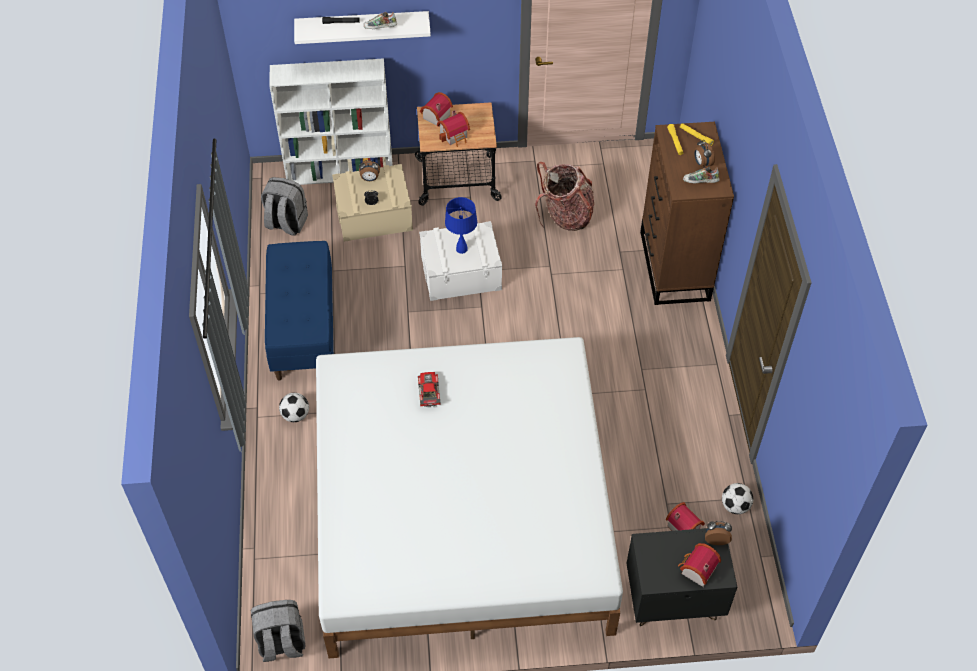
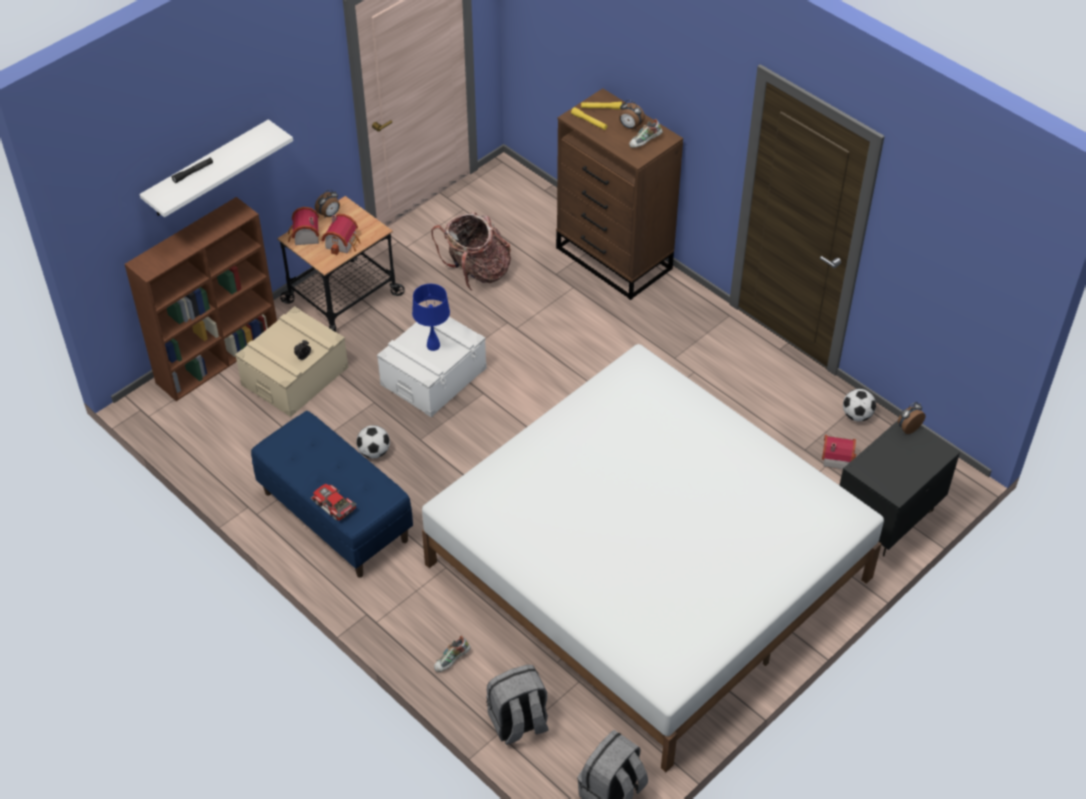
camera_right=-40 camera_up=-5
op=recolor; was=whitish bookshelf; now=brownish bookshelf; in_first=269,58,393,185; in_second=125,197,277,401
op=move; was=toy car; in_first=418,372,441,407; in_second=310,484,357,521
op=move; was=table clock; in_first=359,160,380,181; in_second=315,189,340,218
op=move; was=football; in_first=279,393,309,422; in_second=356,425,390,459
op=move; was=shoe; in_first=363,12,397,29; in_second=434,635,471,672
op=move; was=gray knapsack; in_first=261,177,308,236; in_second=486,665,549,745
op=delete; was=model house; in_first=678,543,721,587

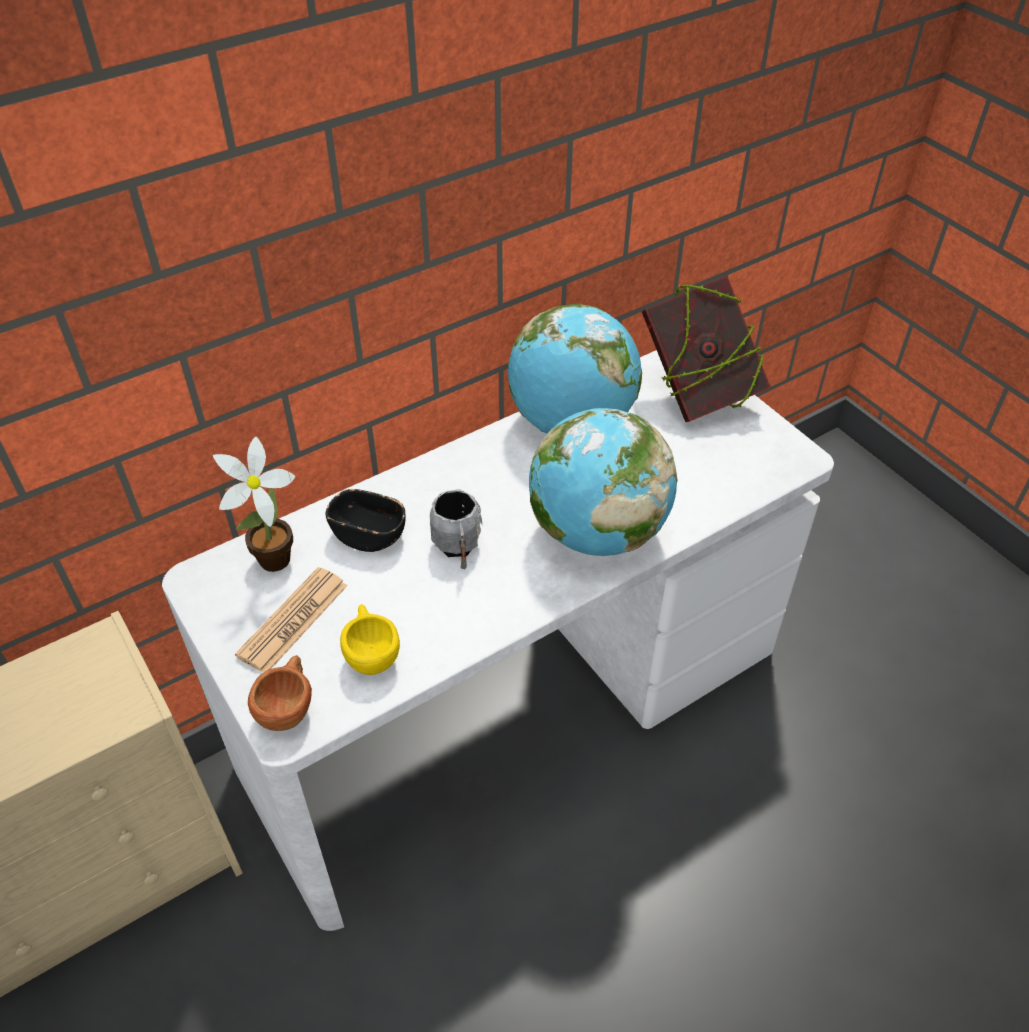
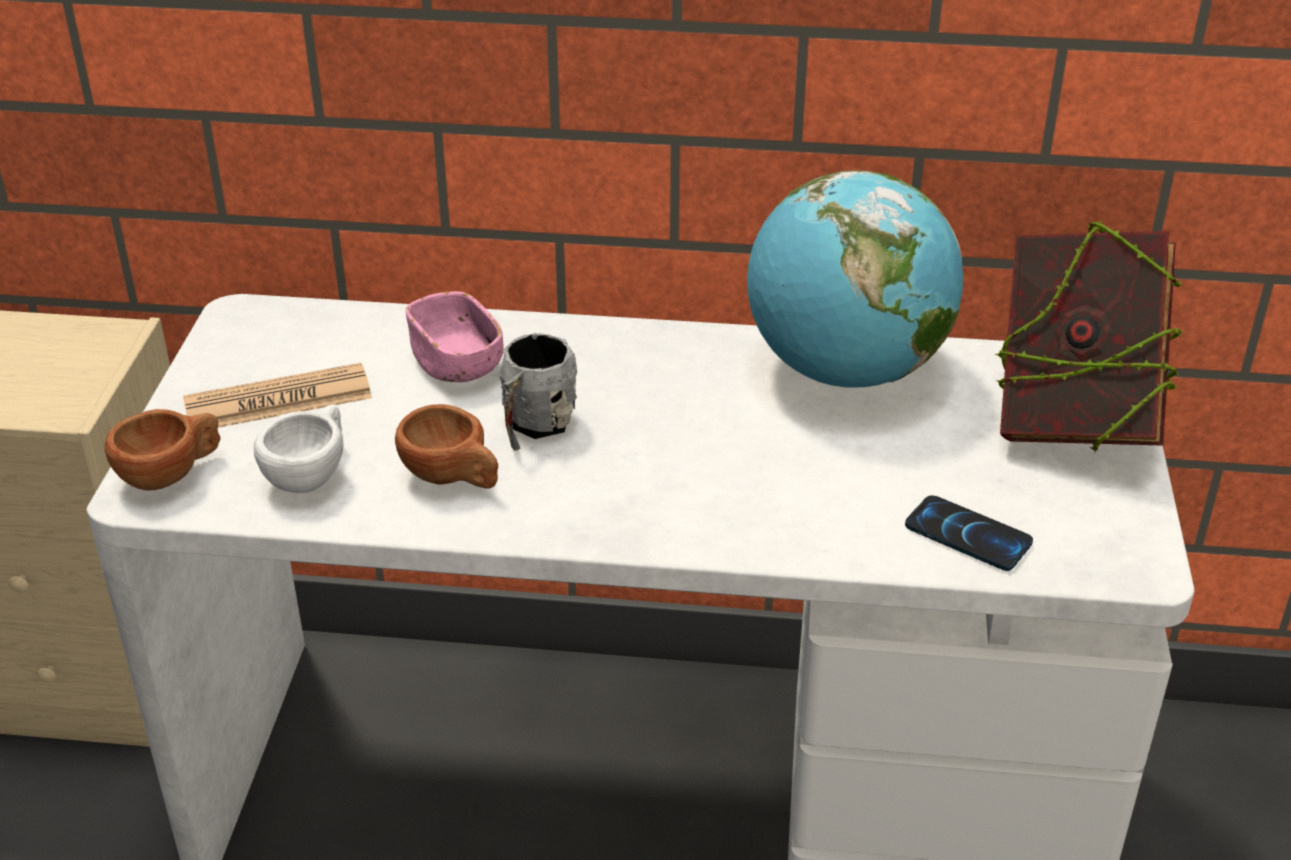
camera_right=40 camera_up=-10
op=recolor; was=yellow-coloured drinking cup; now=whitish drinking cup; in_first=340,604,400,675; in_second=254,404,344,493
op=insert; now=brownish drinking cup; in_second=395,404,498,489
op=recolor; was=black-coloured bowl; now=pink-coloured bowl; in_first=325,489,405,552; in_second=406,291,504,382
op=insert; now=phone; in_second=905,495,1033,571
op=delete; was=plant in a pot; in_first=213,437,295,572
op=delete; was=globe; in_first=529,408,677,556

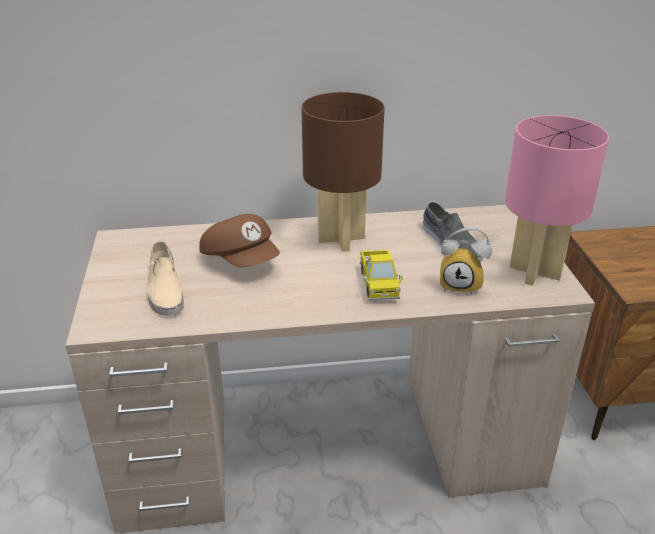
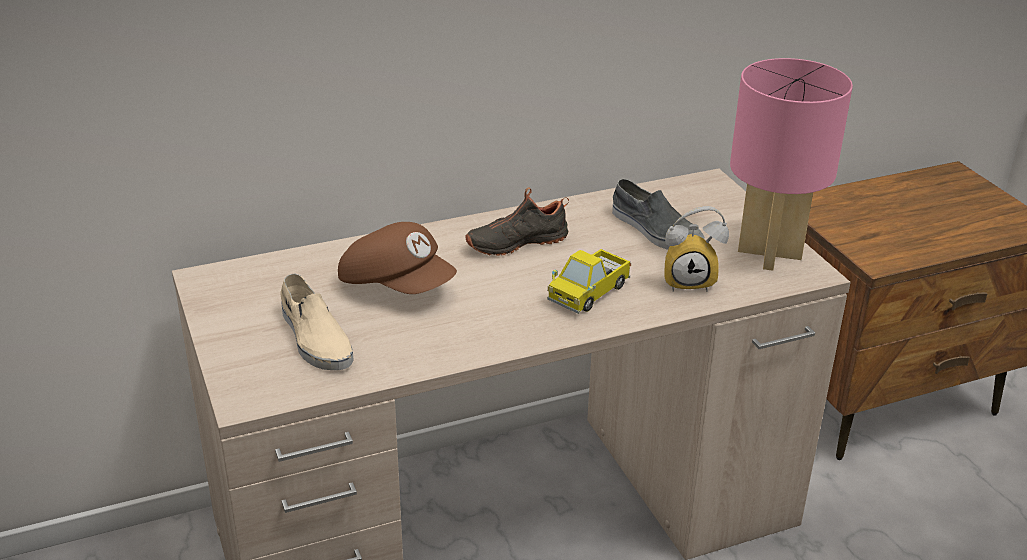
camera_right=-15 camera_up=0
op=replace; was=brownish tabletop lamp; now=black-coloured shoe; in_first=302,92,385,252; in_second=465,187,569,256
op=rotate; was=model truck; in_first=360,250,403,301; in_second=547,249,631,314; clockwise=60

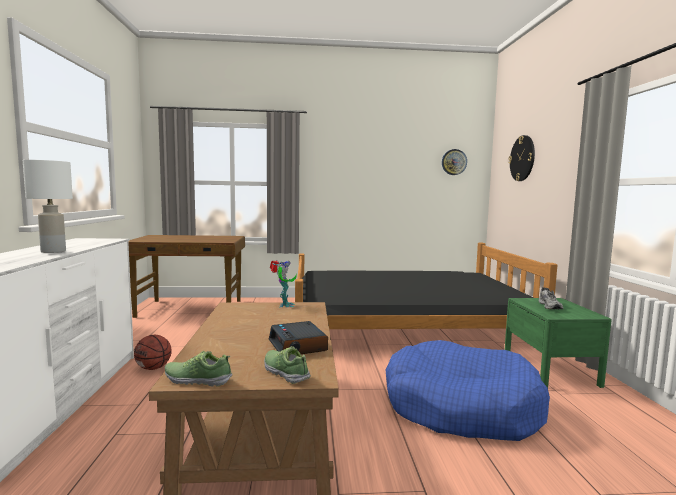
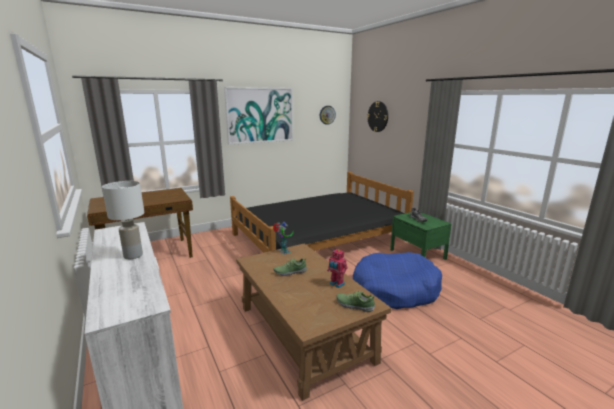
camera_right=-25 camera_up=10
op=insert; now=wall art; in_second=224,87,294,145
op=move; was=shoe; in_first=165,351,232,387; in_second=273,258,307,276
op=replace; was=table clock; now=toy robot; in_first=269,321,328,354; in_second=327,249,348,288
op=delete; was=basketball; in_first=134,335,172,370

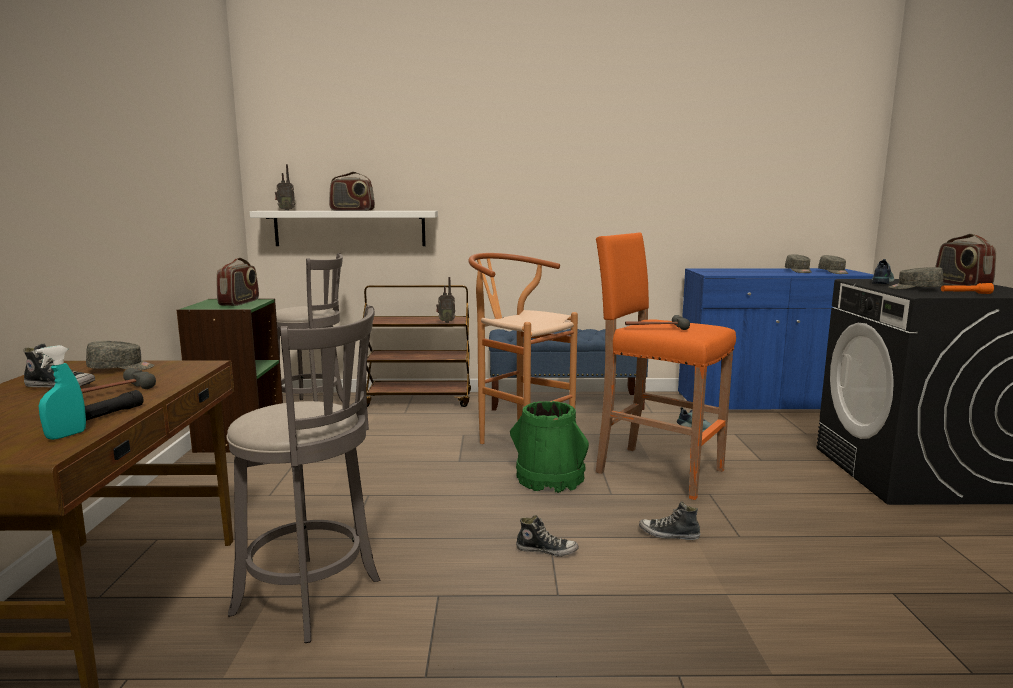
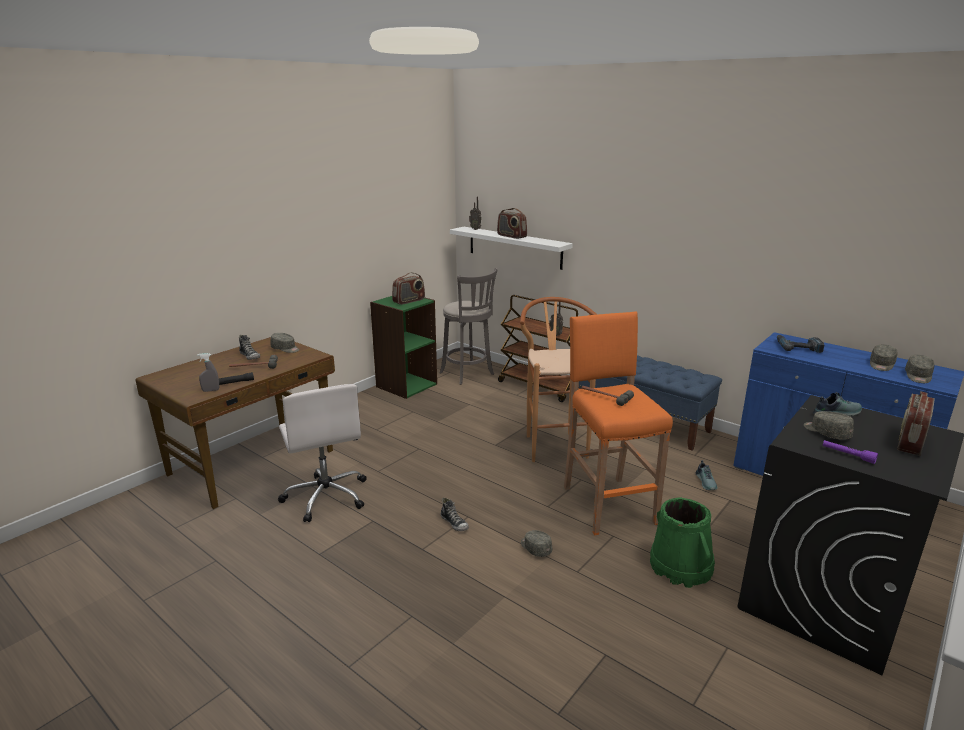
camera_right=40 camera_up=10
op=recolor; was=blue-green hand sprayer; now=gray hand sprayer; in_first=35,345,86,440; in_second=197,353,219,392
op=replace; was=gray sitting stool; now=whitish computer chair; in_first=226,305,380,643; in_second=278,384,366,522
op=replace; was=shoe; now=gray baseball cap; in_first=639,502,700,540; in_second=521,530,552,557
op=move; was=green-coloured water bucket; in_first=510,401,589,493; in_second=650,497,715,588
op=insert; now=electric drill; in_second=777,335,825,353
op=recolor; was=orange torch; now=purplish torch; in_first=941,283,994,294; in_second=823,440,878,464

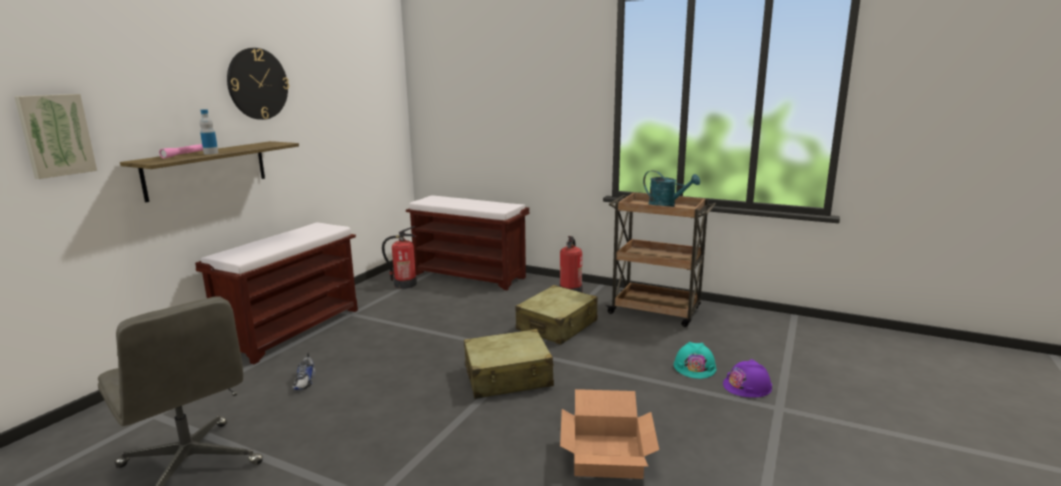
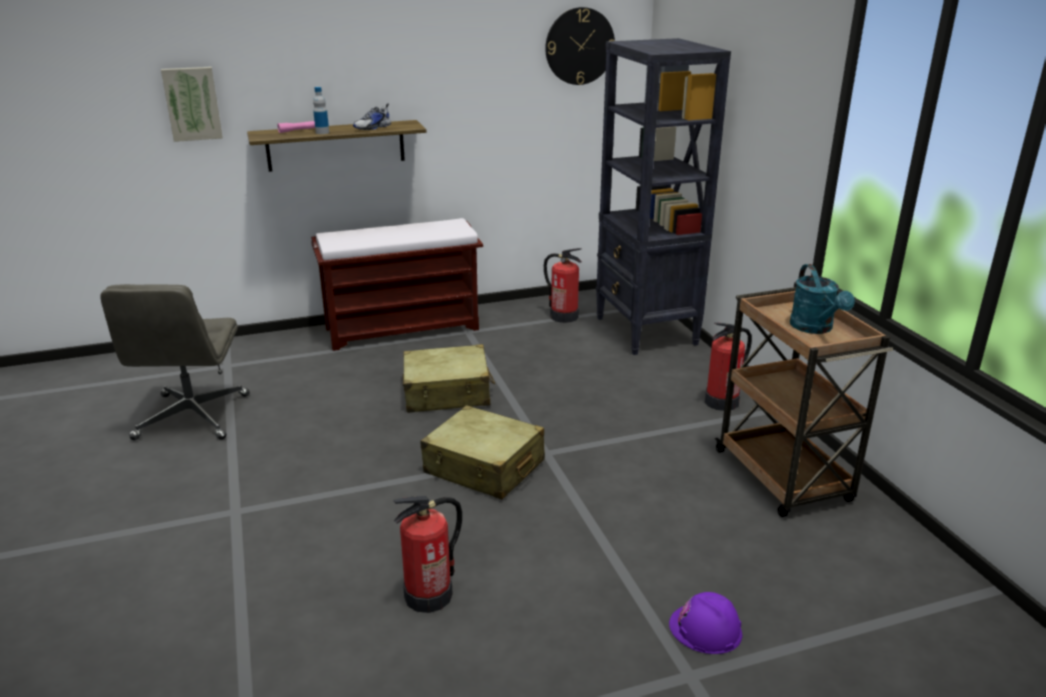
camera_right=45 camera_up=10
op=move; was=shoe; in_first=292,353,316,390; in_second=353,103,391,130
op=replace; was=packing box; now=fire extinguisher; in_first=560,389,659,479; in_second=393,496,462,613
op=move; was=beige suitcase; in_first=515,285,598,345; in_second=403,344,495,413
op=move; was=hanging clock; in_first=227,48,289,120; in_second=545,7,615,85
op=replace; was=brownish bench; now=black-coloured bookshelf; in_first=406,195,530,290; in_second=596,38,731,355
op=delete; was=blue-green hard hat; in_first=674,342,717,379

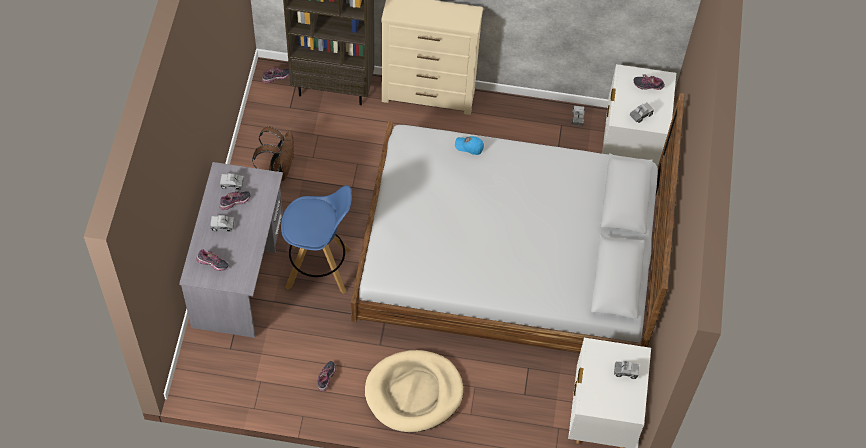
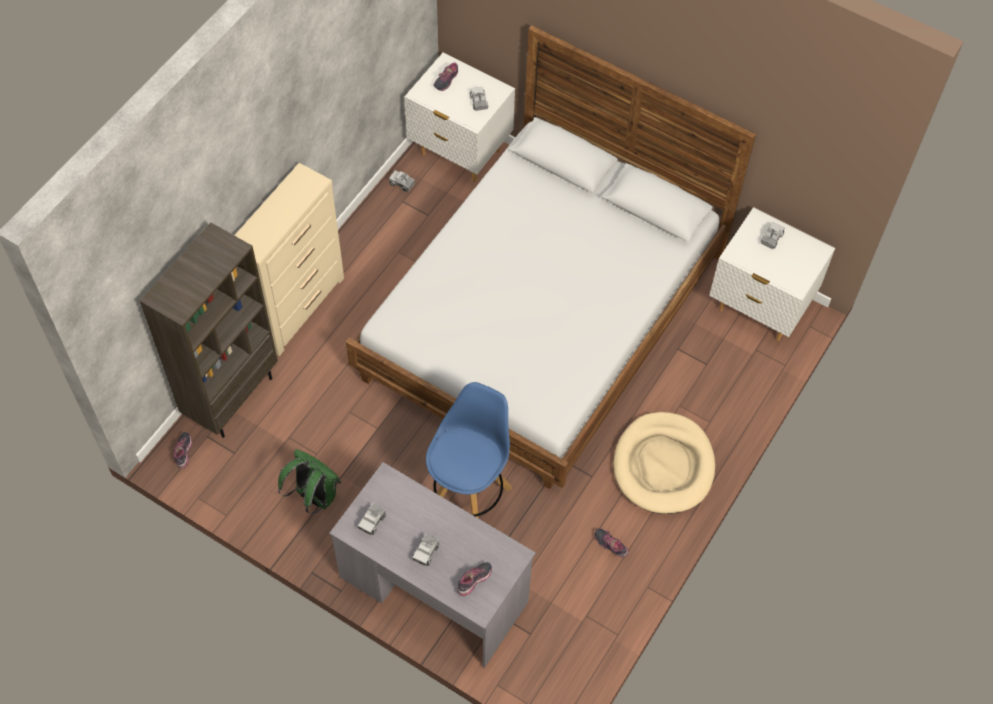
camera_right=-65 camera_up=0
op=recolor; was=brownish knapsack; now=green-coloured knapsack; in_first=252,126,294,181; in_second=278,449,341,514
op=delete; was=shoe; in_first=220,191,250,210
op=delete; was=bluish baseball cap; in_first=455,136,484,155

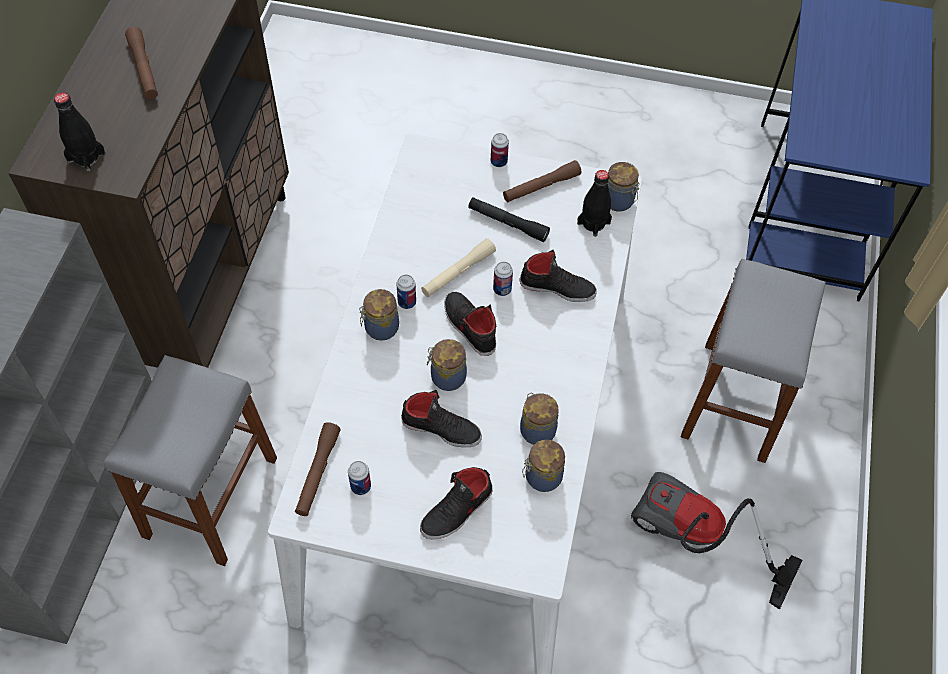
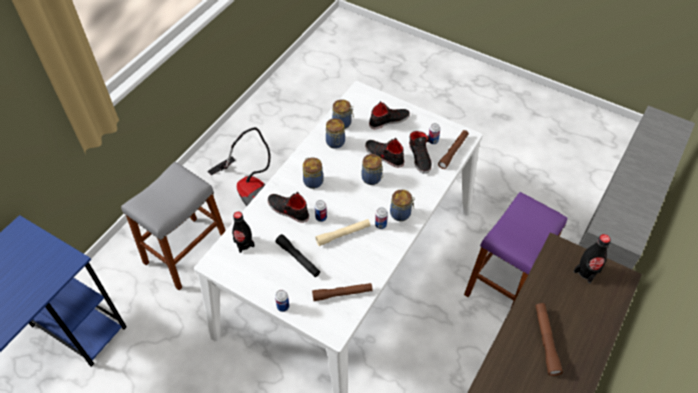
camera_right=-160 camera_up=-5
op=move; was=jar; in_first=608,162,640,211; in_second=303,158,323,189
op=move; was=brownish torch; in_first=503,160,581,202; in_second=312,283,373,301
op=move; was=black-coloured shoe; in_first=445,292,496,356; in_second=409,131,432,174
op=recolor; was=gray sitting stool; now=purplish sitting stool; in_first=104,355,277,566; in_second=464,192,568,307

